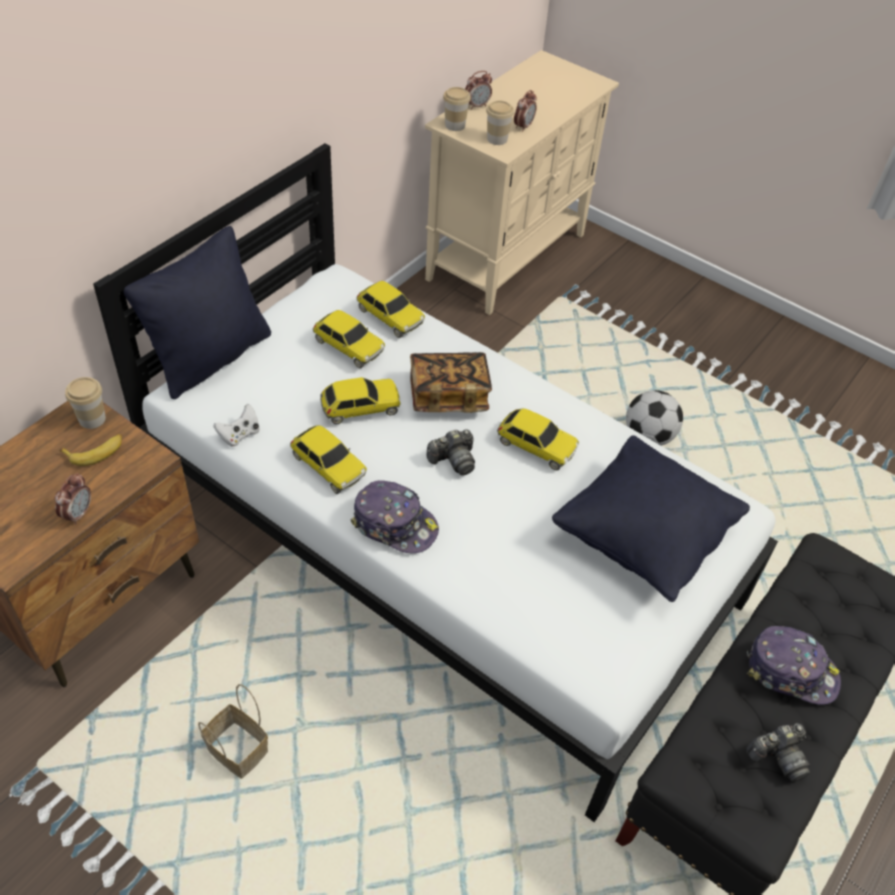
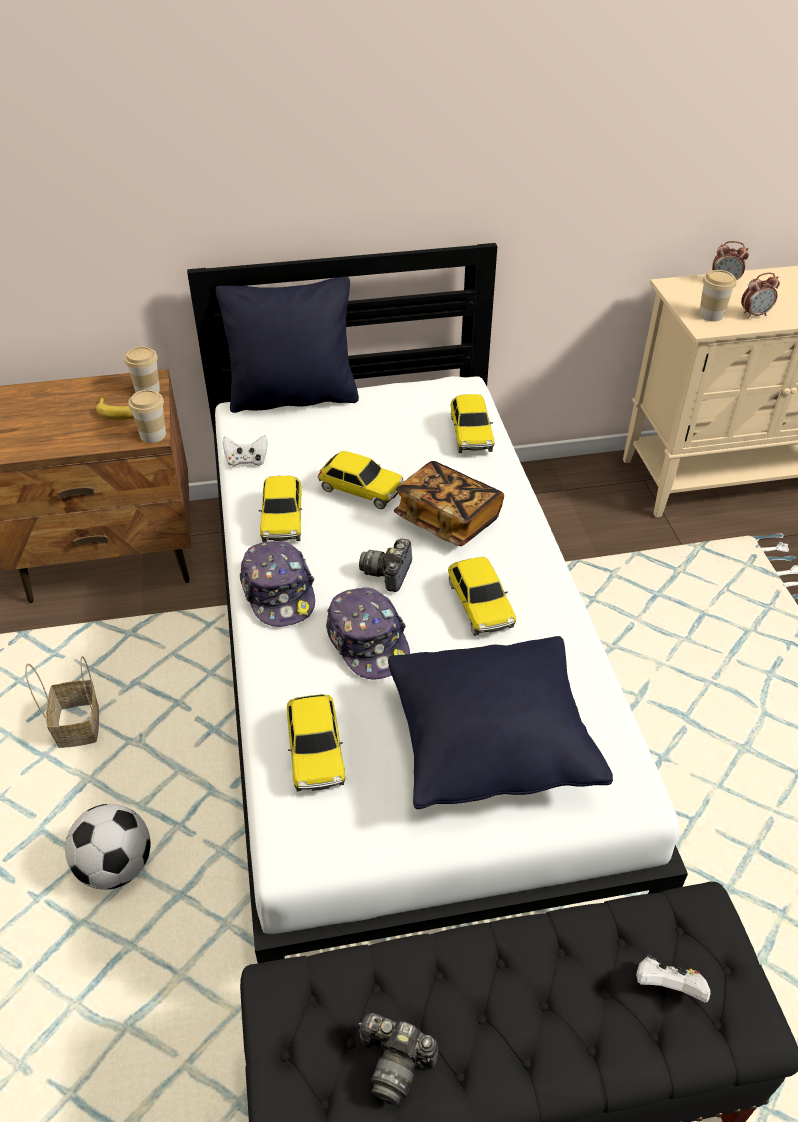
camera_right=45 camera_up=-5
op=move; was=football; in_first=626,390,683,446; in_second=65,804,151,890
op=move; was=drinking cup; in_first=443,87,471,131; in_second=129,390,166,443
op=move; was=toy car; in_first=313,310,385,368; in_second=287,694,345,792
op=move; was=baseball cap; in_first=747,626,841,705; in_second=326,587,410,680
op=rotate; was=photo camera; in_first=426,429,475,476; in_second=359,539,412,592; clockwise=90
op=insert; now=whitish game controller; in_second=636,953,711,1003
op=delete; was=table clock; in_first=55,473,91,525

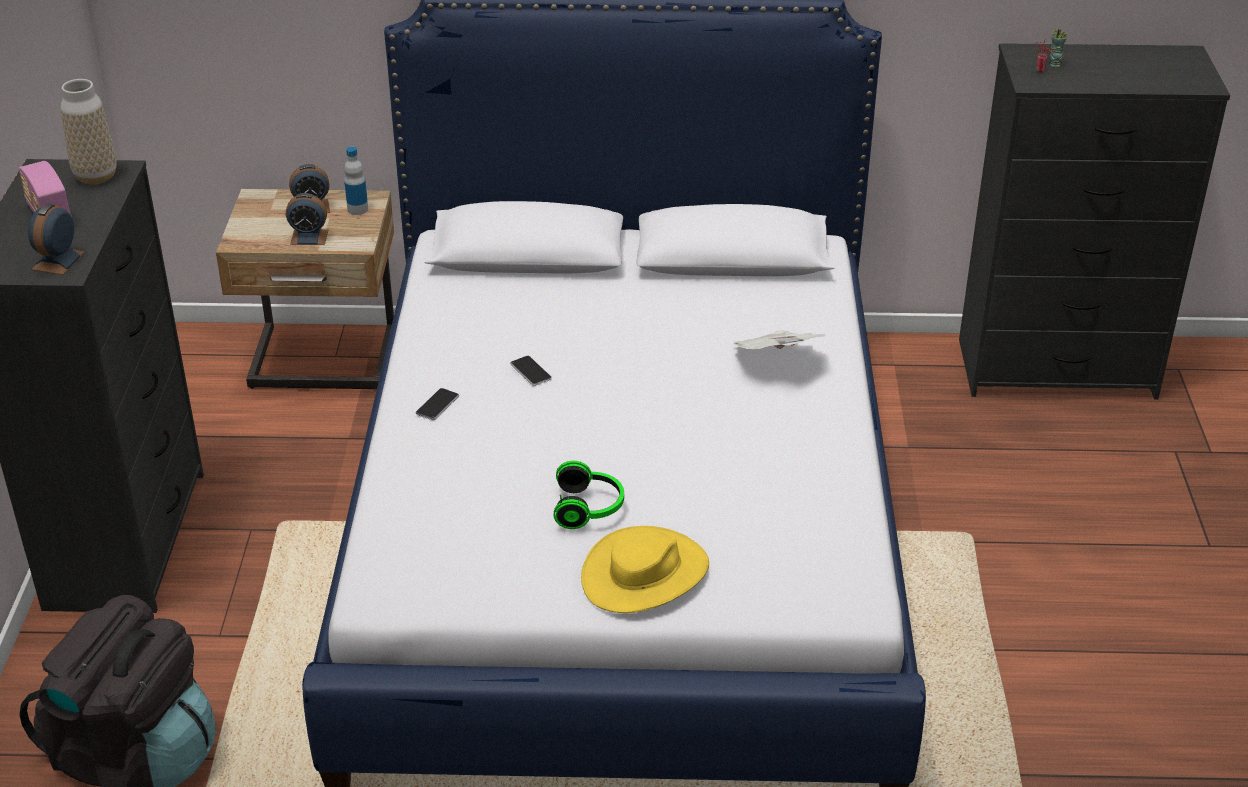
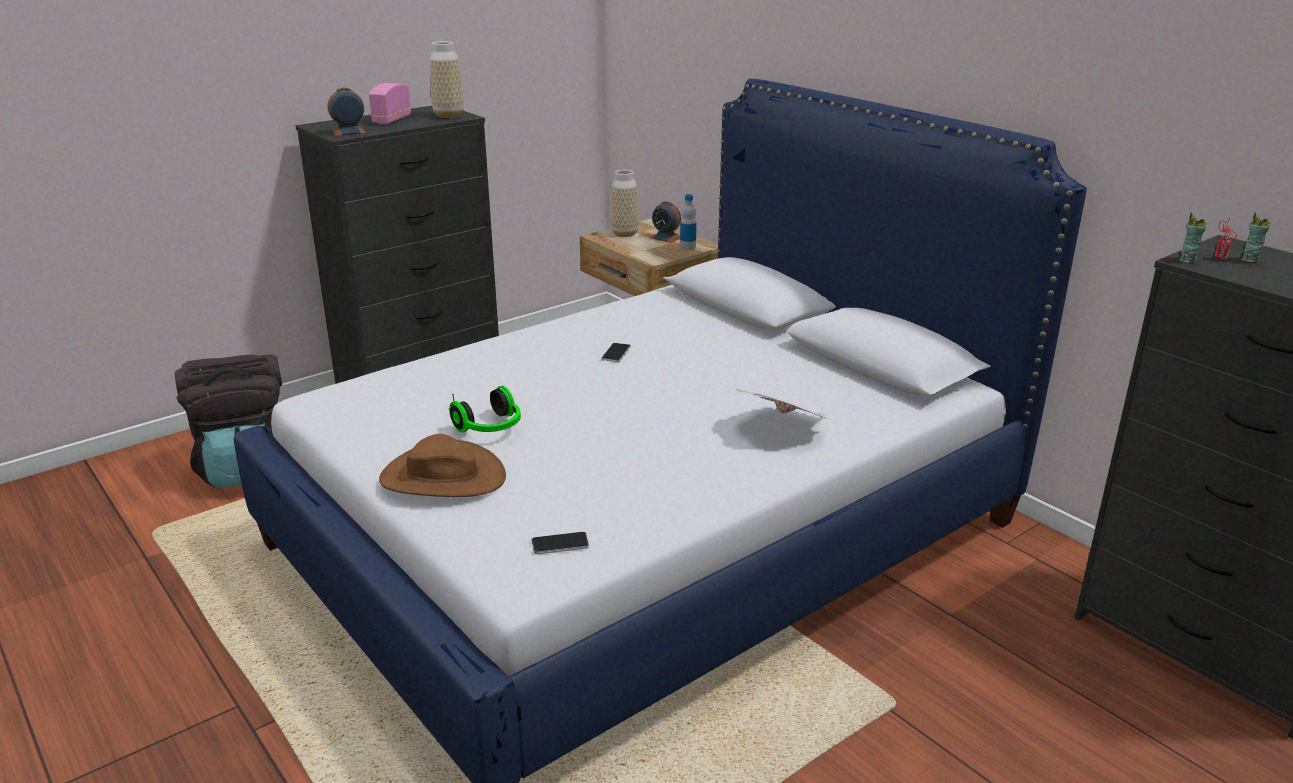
camera_right=50 camera_up=-10
op=recolor; was=yellow-coloured clothing hat; now=brownish clothing hat; in_first=581,526,709,613; in_second=379,434,506,497
op=move; was=phone; in_first=415,388,459,420; in_second=532,532,589,554
op=insert; now=vase; in_second=610,170,639,237
op=insert; now=drinking cup; in_second=1179,212,1207,263
op=delete; was=table clock; in_first=286,193,328,245

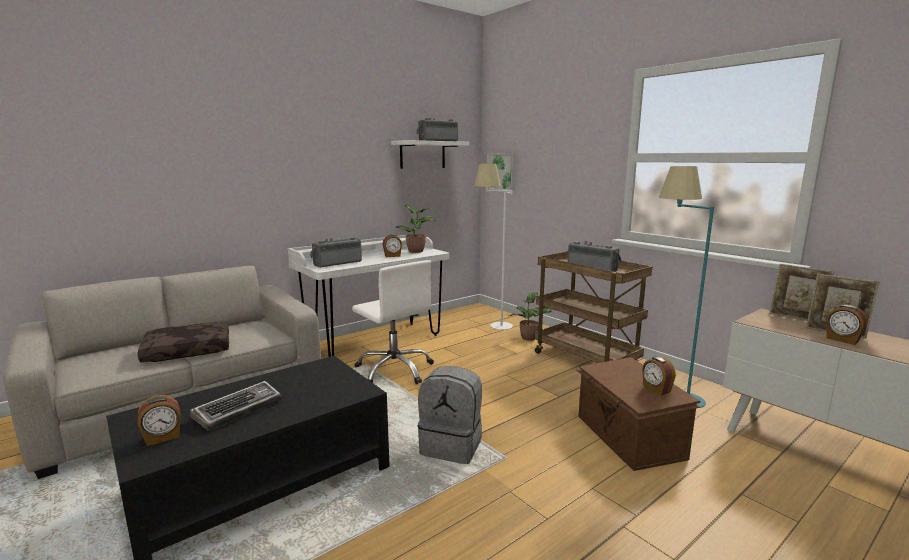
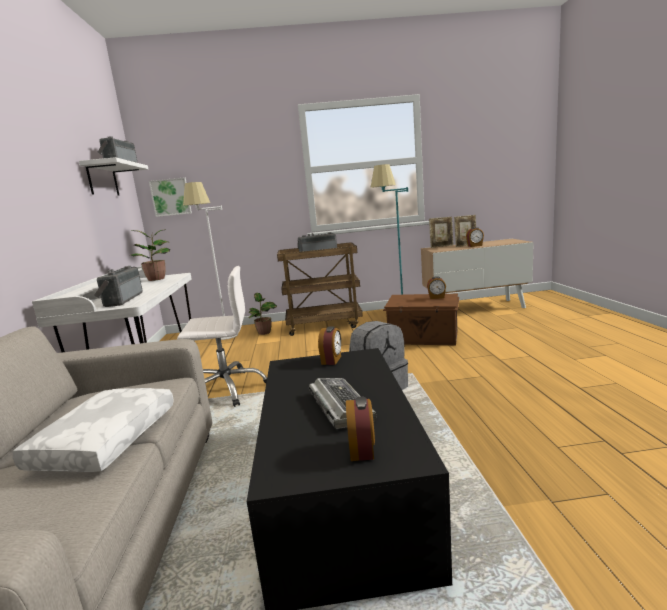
camera_right=-55 camera_up=0
op=recolor; was=brownish cushion; now=whitish cushion; in_first=137,322,229,362; in_second=13,388,174,472
op=move; was=table clock; in_first=383,234,402,257; in_second=318,326,341,365

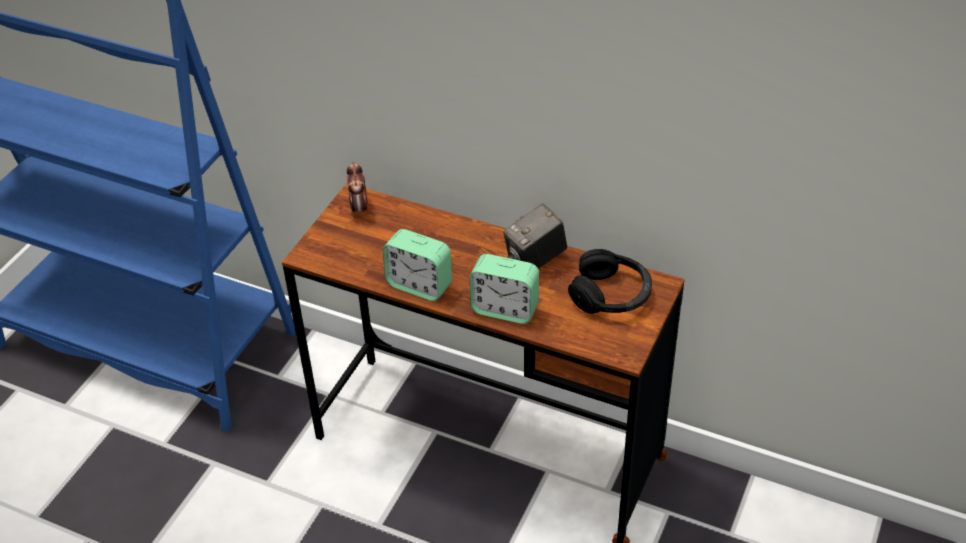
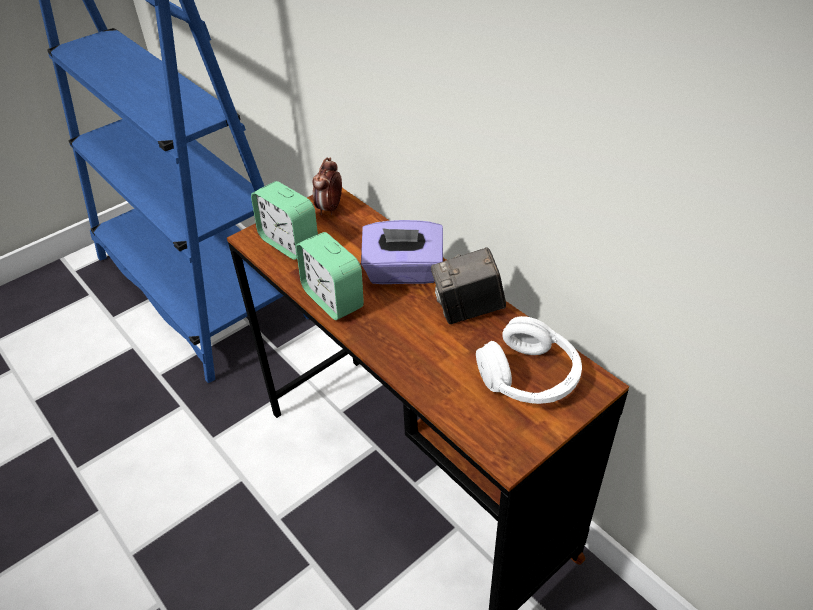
camera_right=25 camera_up=0
op=move; was=table clock; in_first=470,254,539,324; in_second=251,181,318,260
op=insert; now=purplish box of tissues; in_second=361,220,443,284
op=recolor; was=black-coloured headset; now=whitish headset; in_first=568,249,652,314; in_second=476,316,582,404

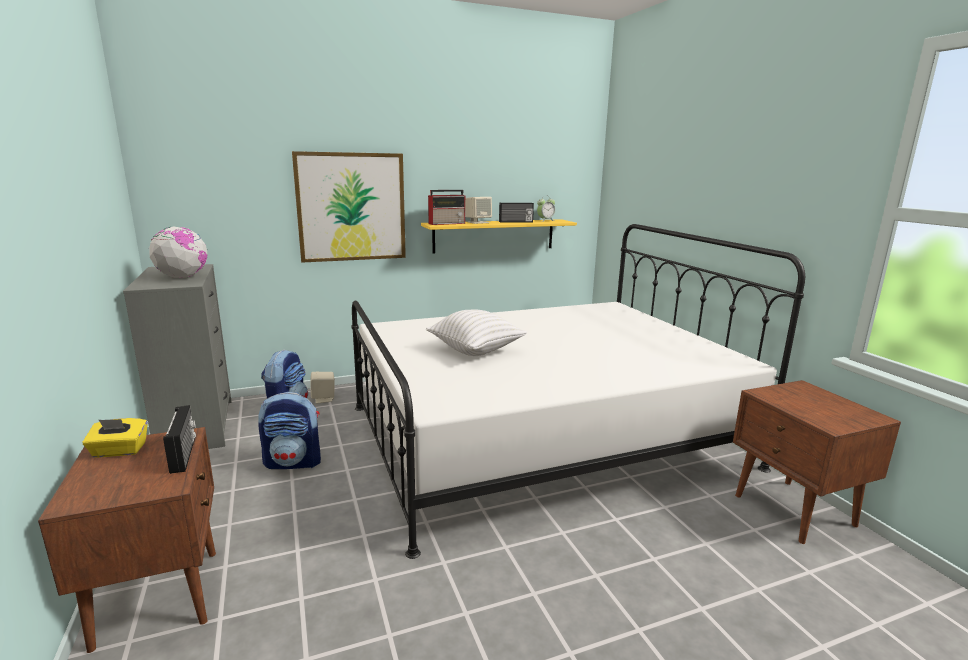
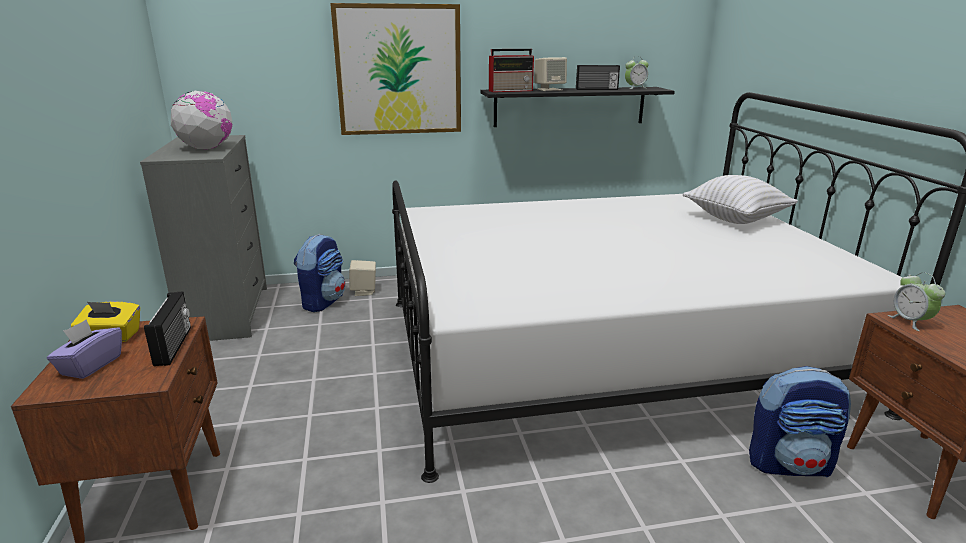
camera_right=10 camera_up=5
op=insert; now=purplish box of tissues; in_second=47,319,122,379
op=recolor; was=yellow-coloured bracket shelf; now=black-coloured bracket shelf; in_first=421,219,577,254; in_second=480,87,675,127
op=move; was=whitish cushion; in_first=426,310,527,356; in_second=683,175,798,224
op=move; was=knapsack; in_first=258,392,321,469; in_second=749,366,851,477
op=insert; now=table clock; in_second=888,272,945,331

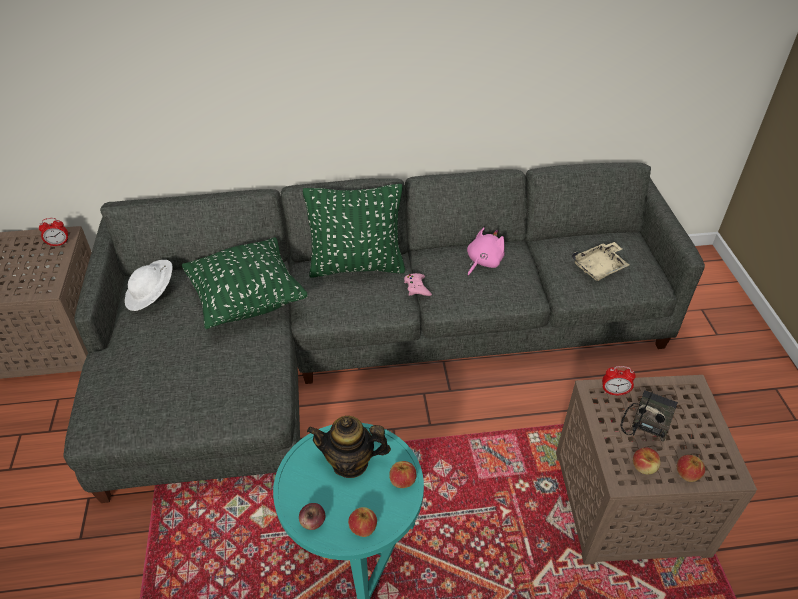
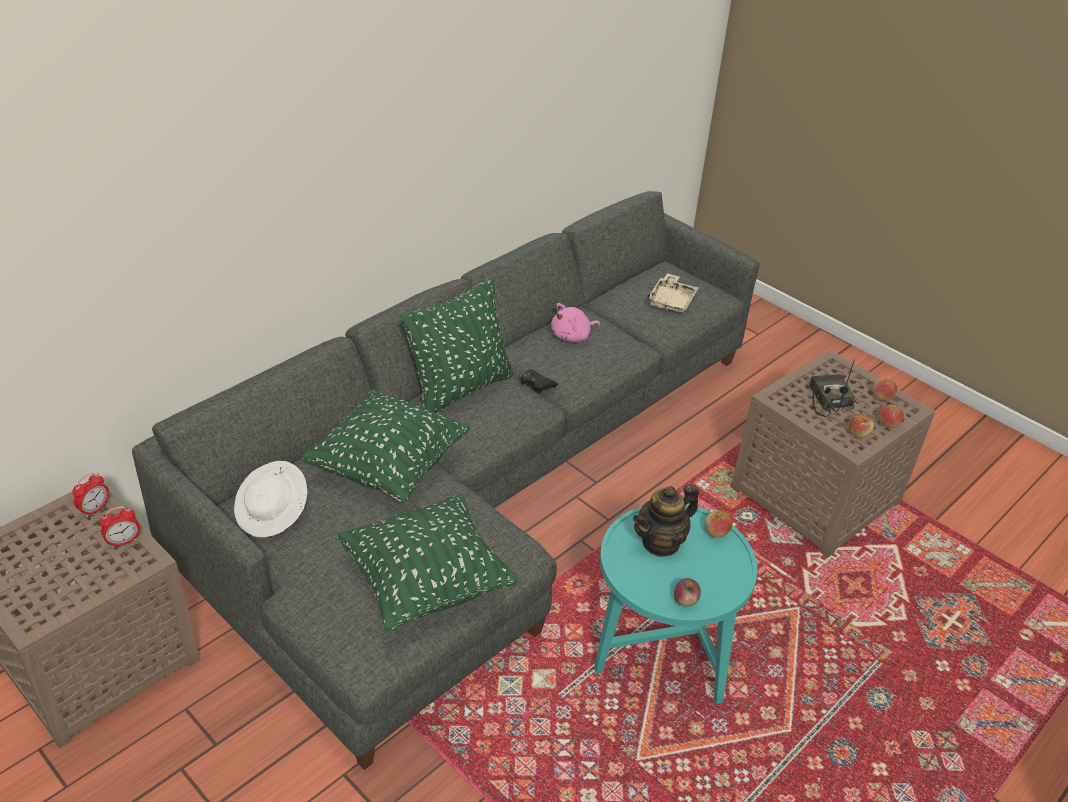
camera_right=-40 camera_up=-5
op=move; was=table clock; in_first=602,366,636,396; in_second=100,506,140,548
op=insert; now=green-coloured cushion; in_second=338,493,518,632
op=recolor; was=pink-coloured game controller; now=black-coloured game controller; in_first=404,273,432,296; in_second=521,369,558,394
op=rotate; was=pink-coloured soft toy; in_first=467,227,505,276; in_second=551,303,600,342; clockwise=-120
op=move; was=apple fruit; in_first=348,507,377,537; in_second=872,379,897,401

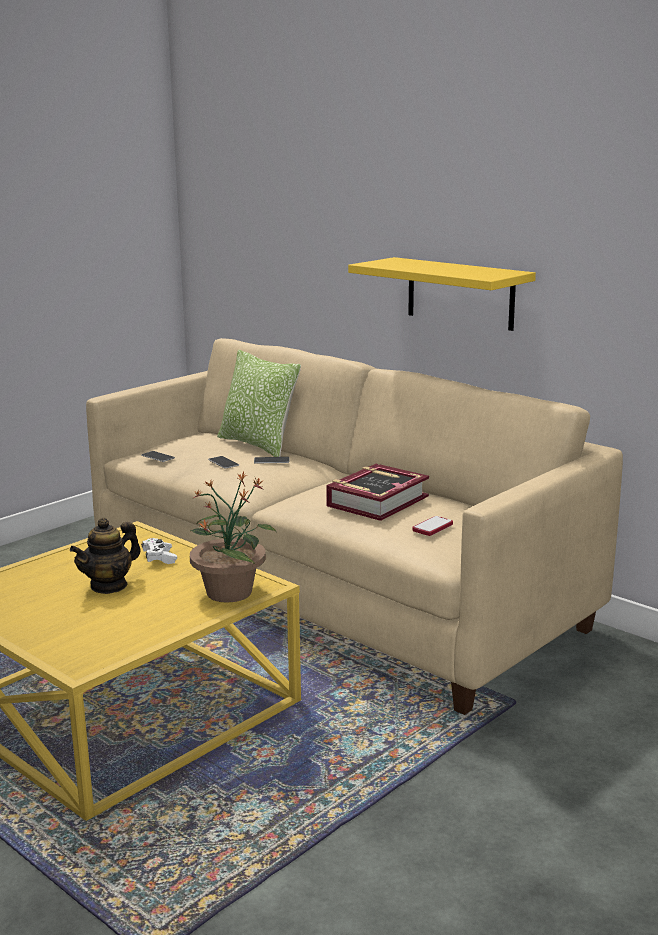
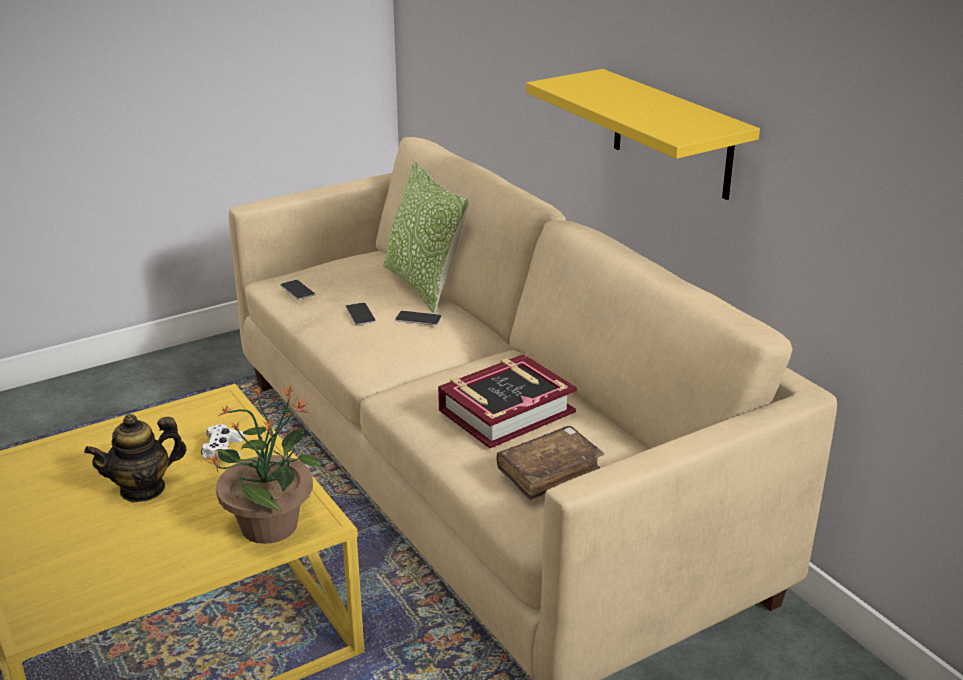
camera_right=15 camera_up=10
op=replace; was=phone; now=brownish bound book; in_first=412,516,453,536; in_second=497,426,604,500

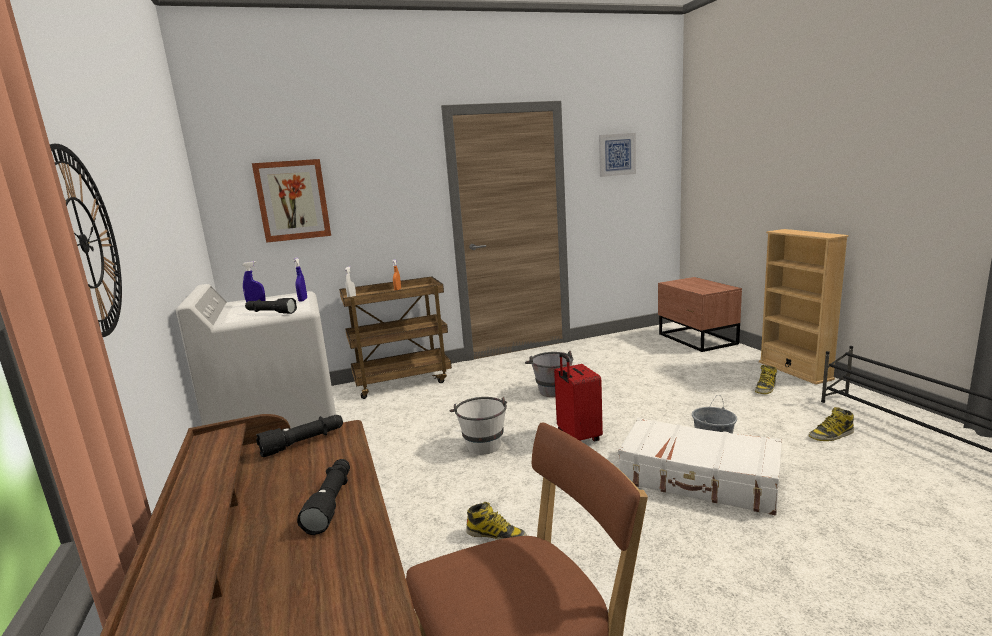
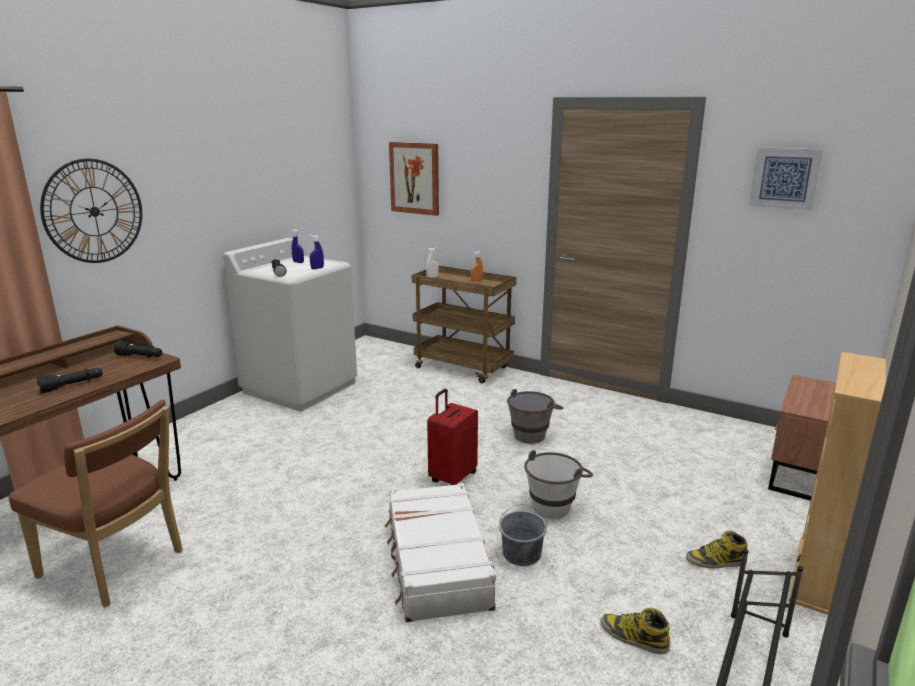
camera_right=50 camera_up=5
op=move; was=whitish water bucket; in_first=450,397,507,455; in_second=524,450,593,519
op=delete; was=high-top boot; in_first=466,502,527,540

